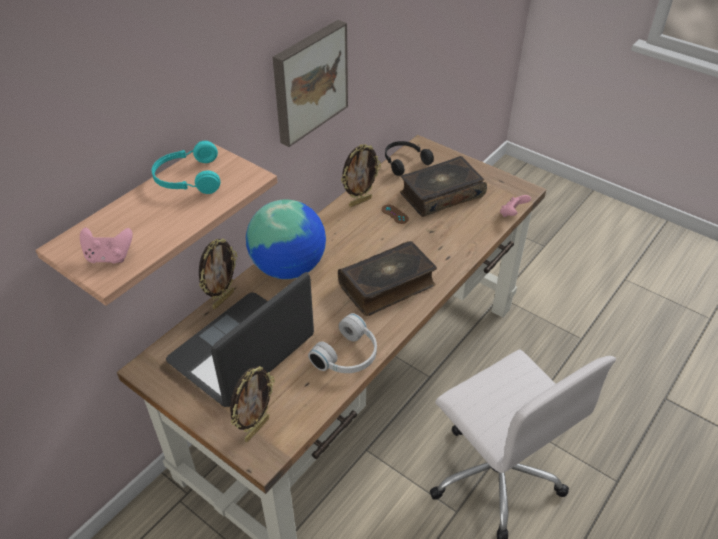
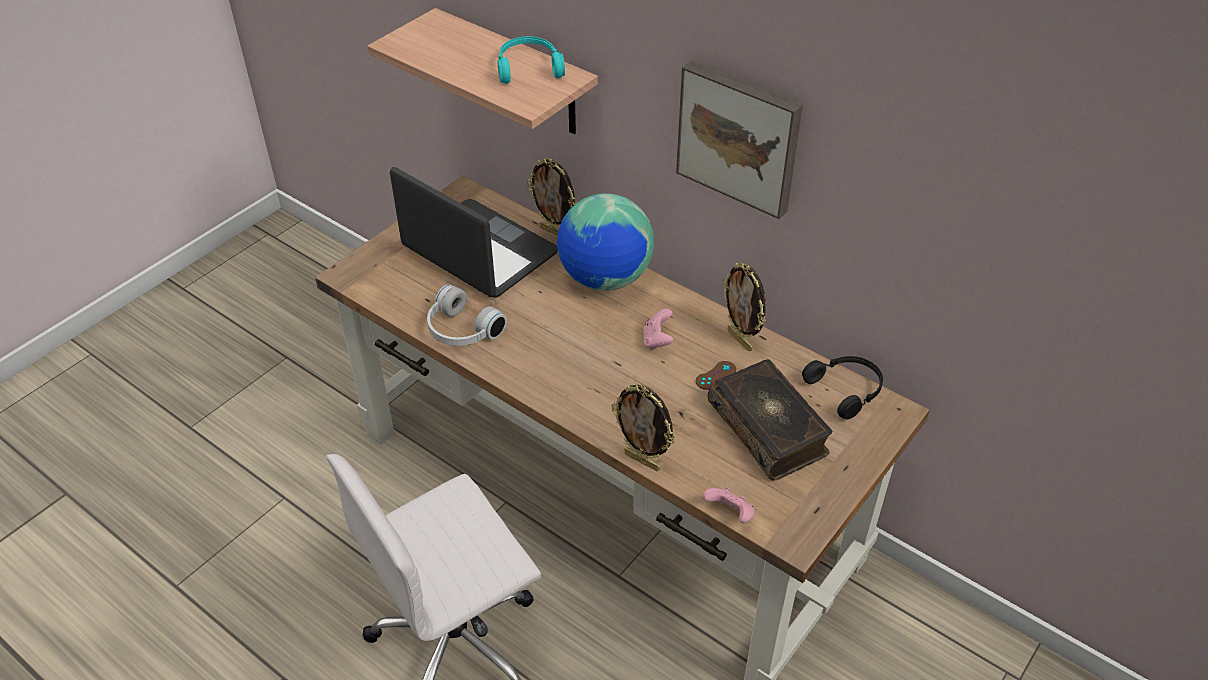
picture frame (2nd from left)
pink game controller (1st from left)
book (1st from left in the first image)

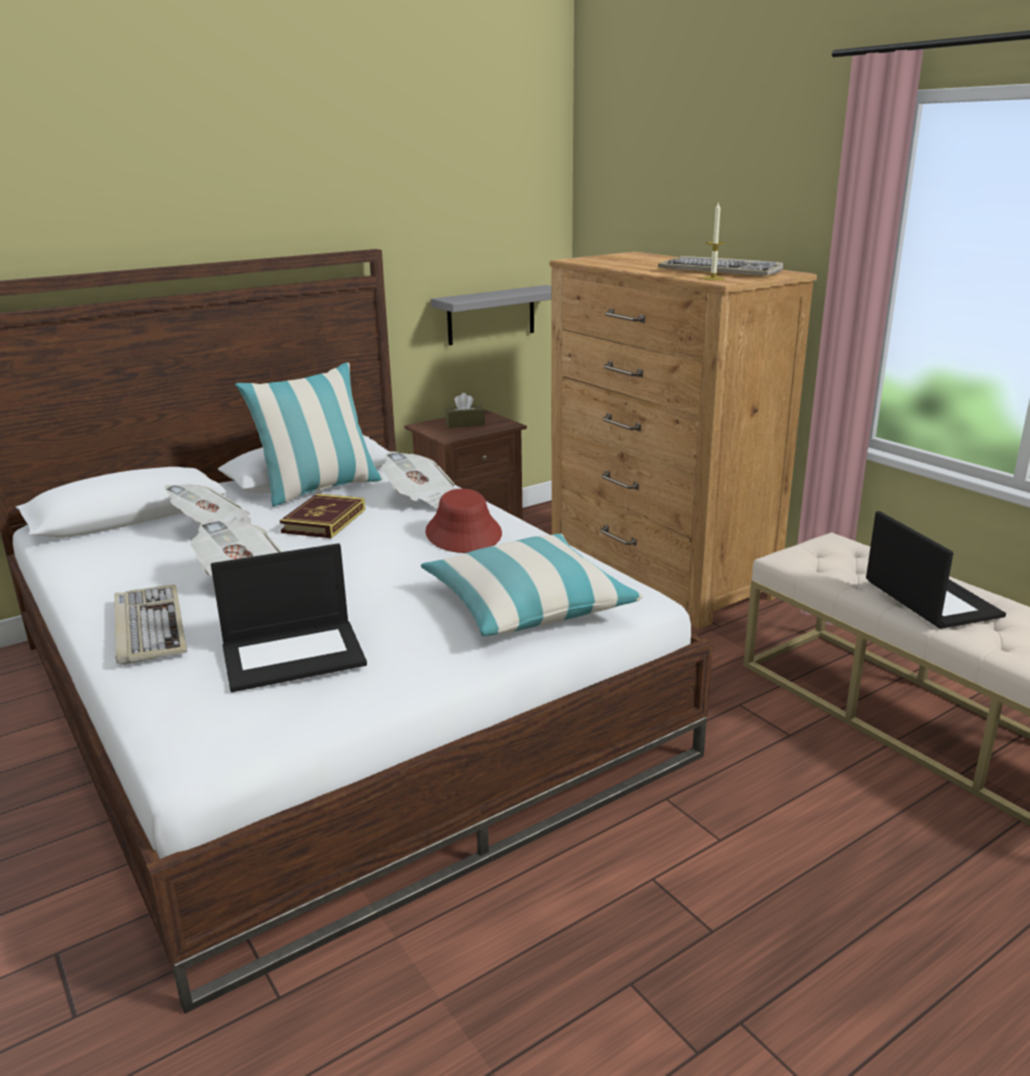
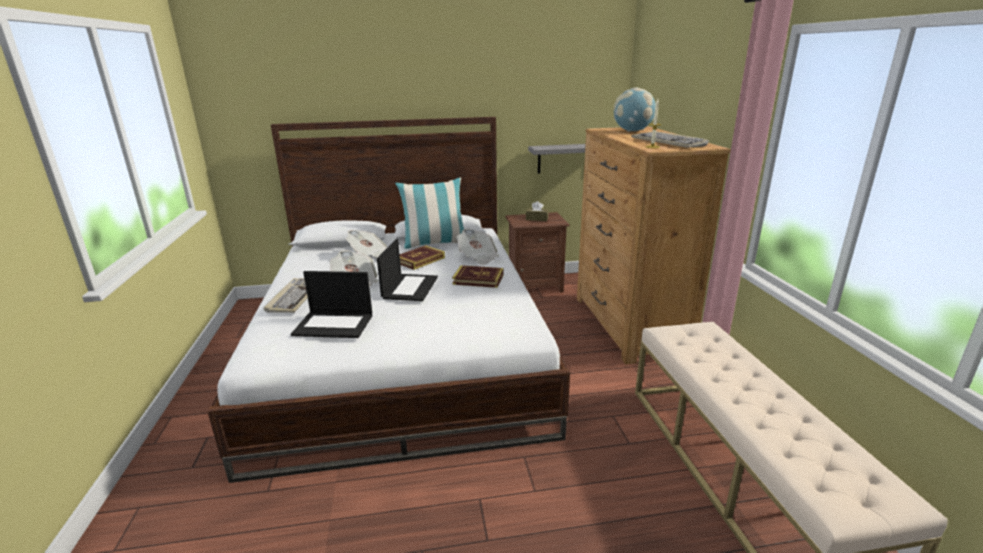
laptop (2nd from left)
book (2nd from left)
globe
pillow (2nd from left in the first image)

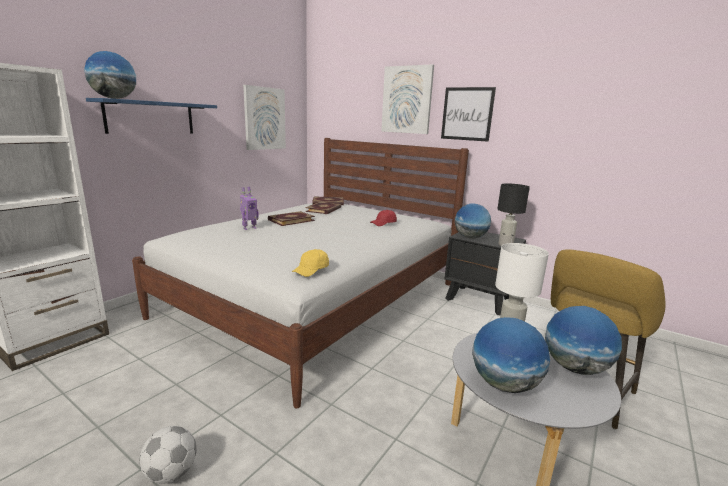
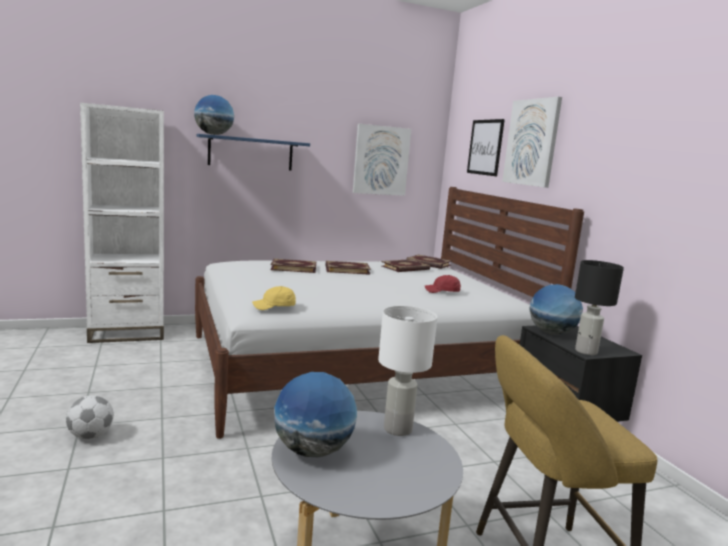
book (1st from left)
picture (2nd from left)
globe (4th from left in the first image)

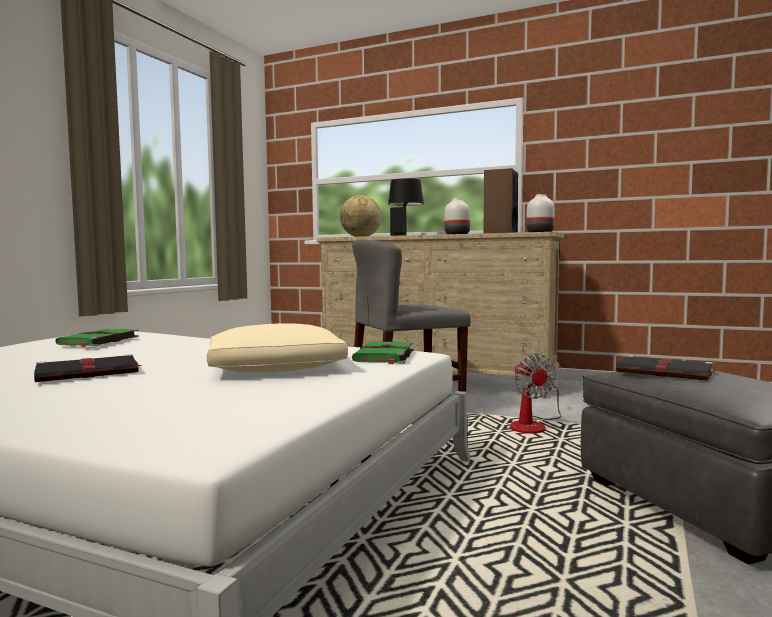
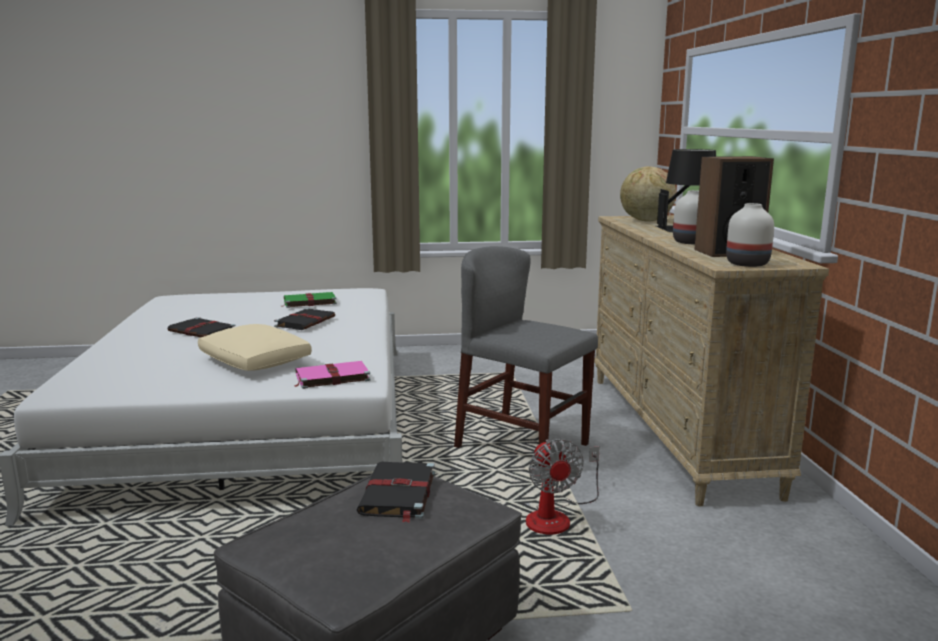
black book (2nd from left)
pink book
fan

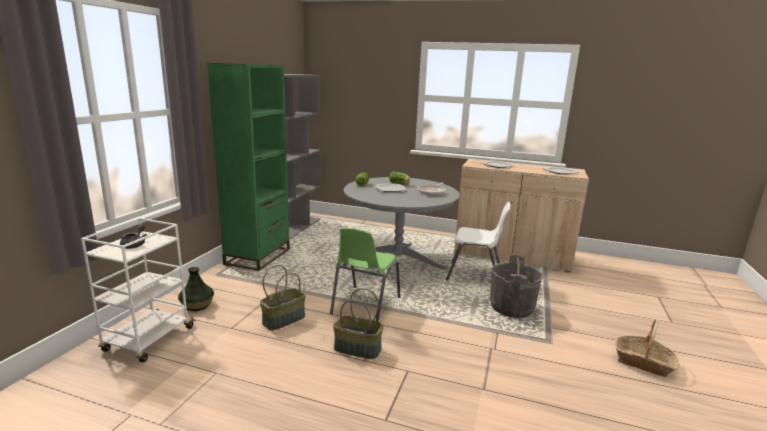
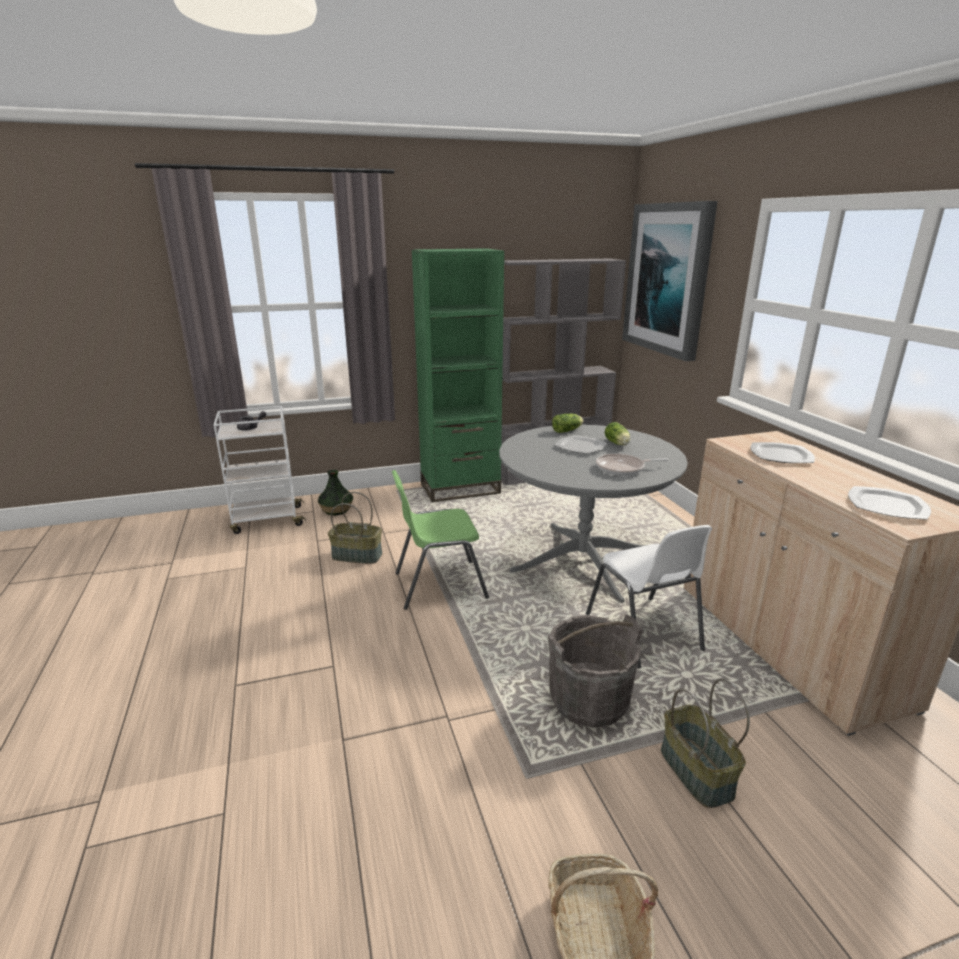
picture
basket (3rd from left)

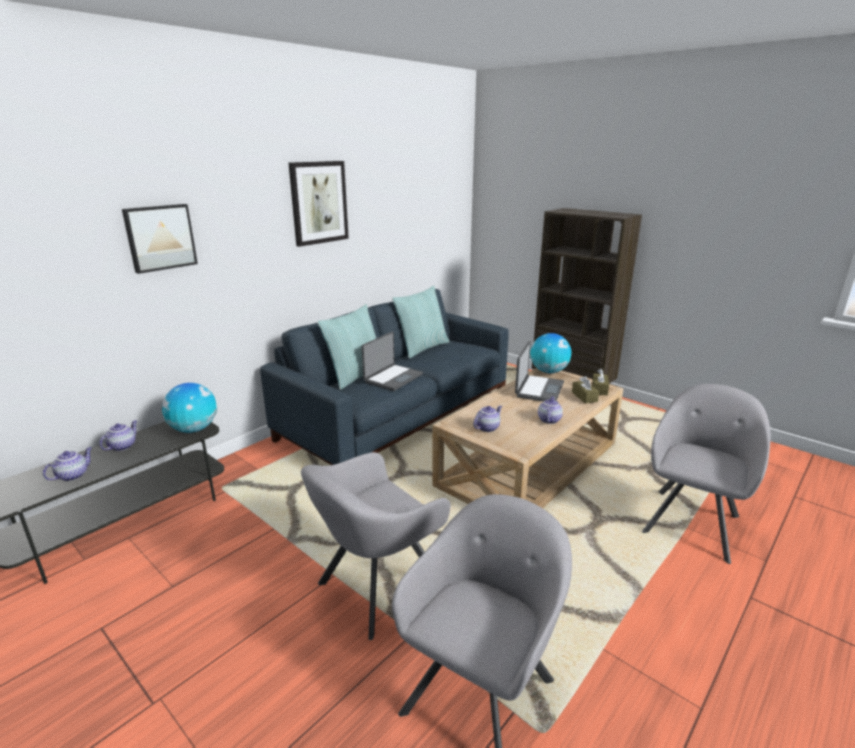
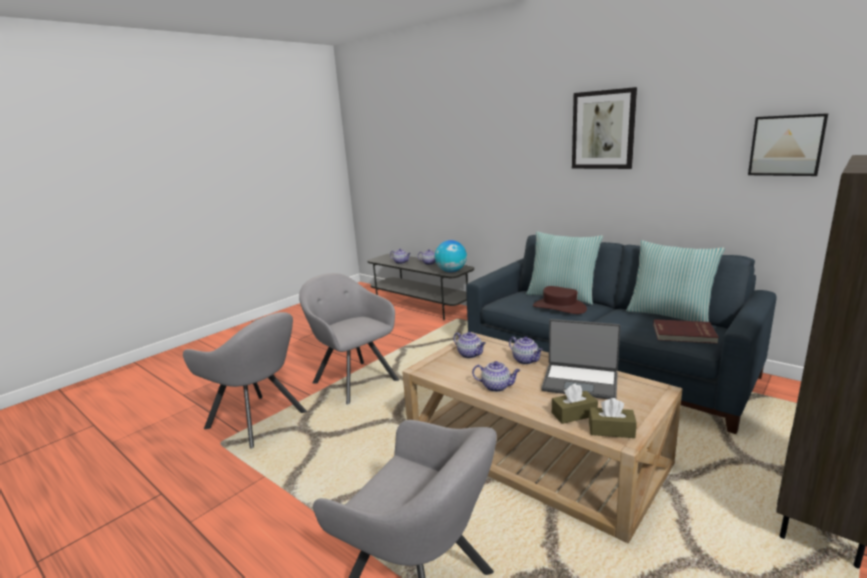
teapot (5th from left)
brown hat
red book
picture (2nd from left)
globe (2nd from left in the first image)

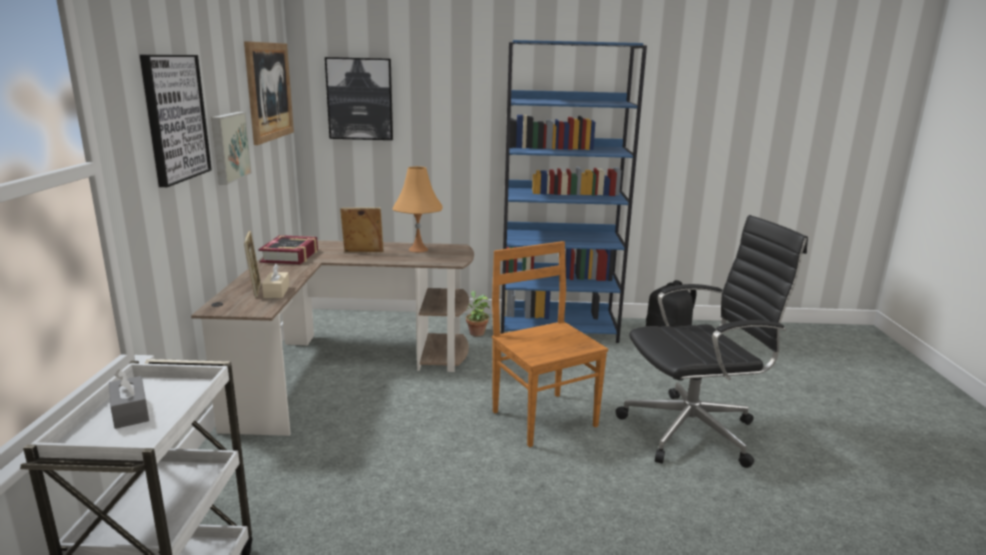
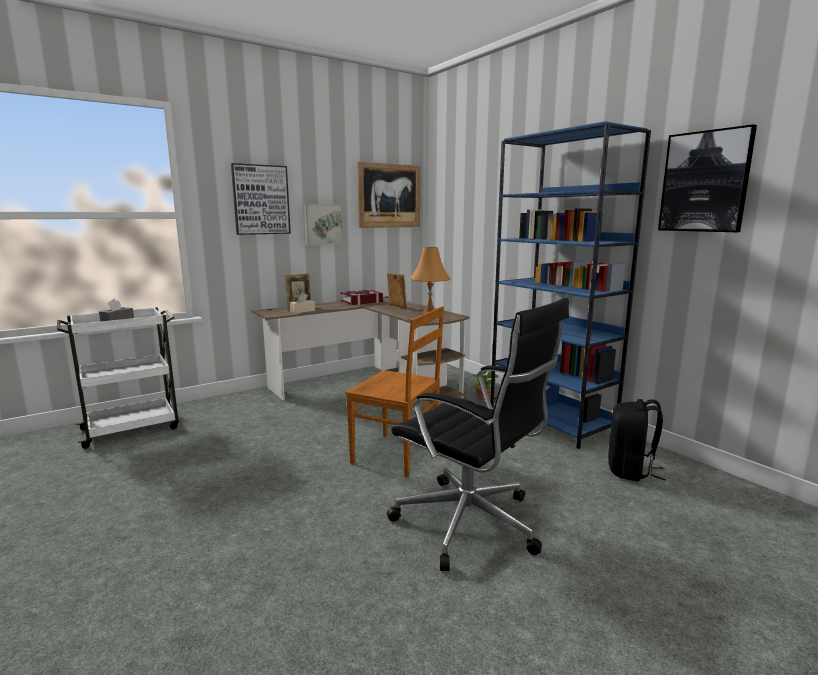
brown chair
picture (4th from left)

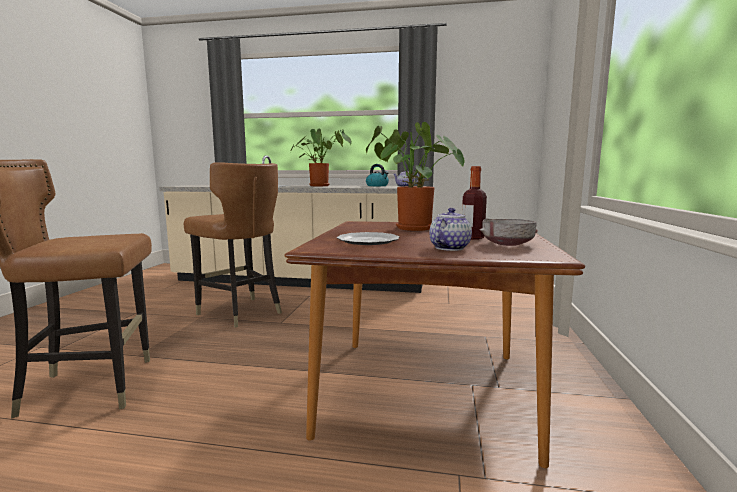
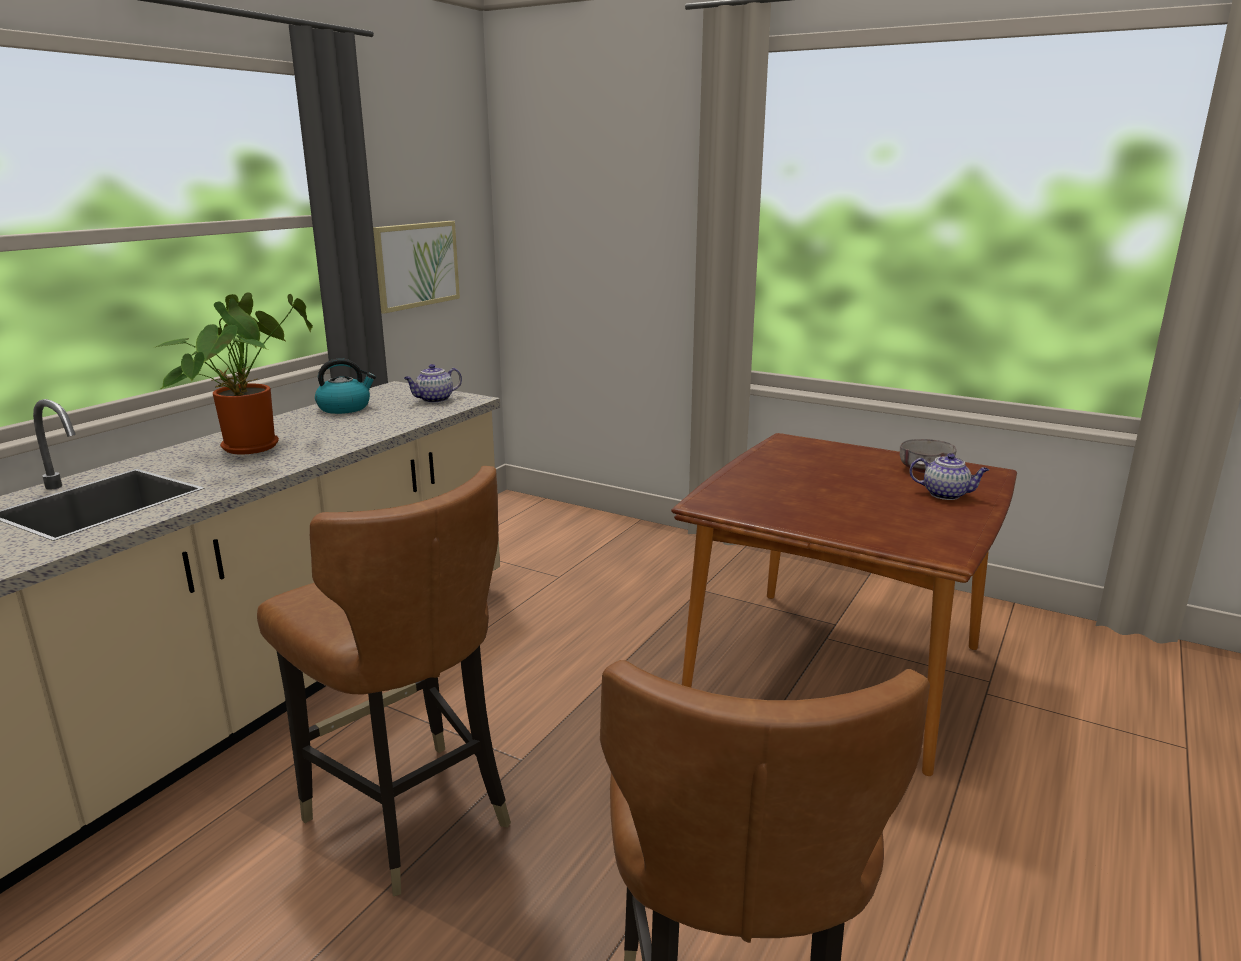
brown chair (1st from left)
picture
teapot (2nd from left)
plate
potted plant (2nd from left in the first image)
bottle

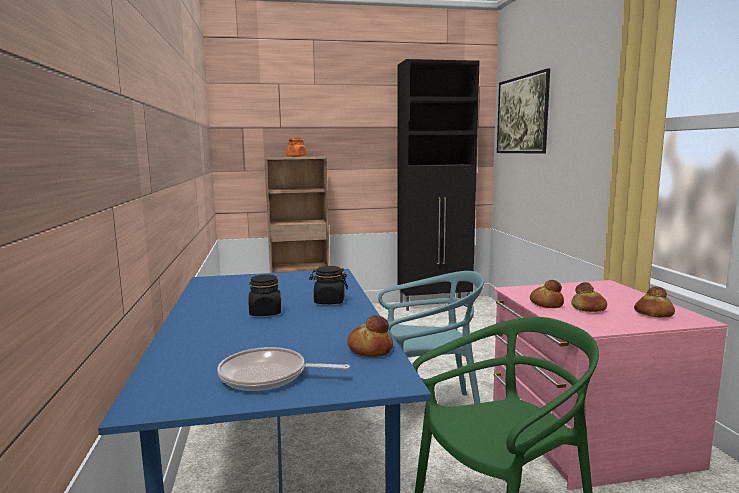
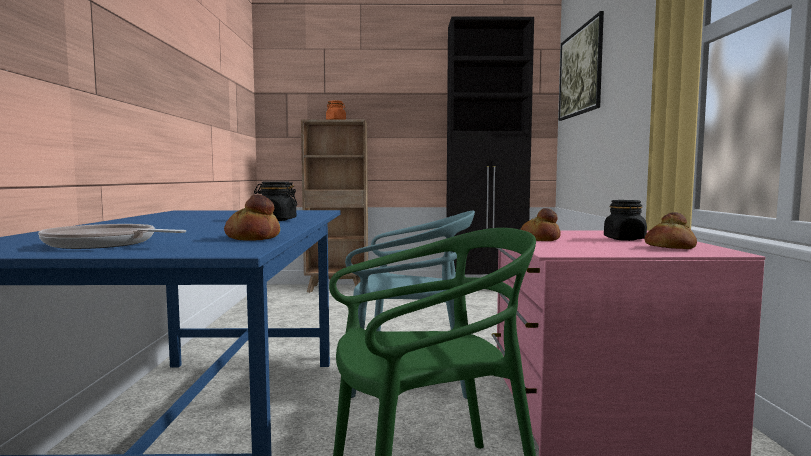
black jar (2nd from left)
bread (3rd from left in the first image)

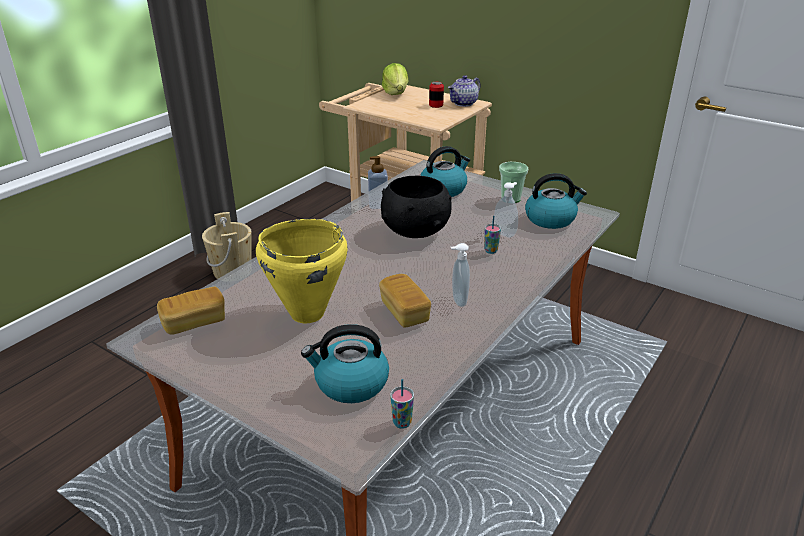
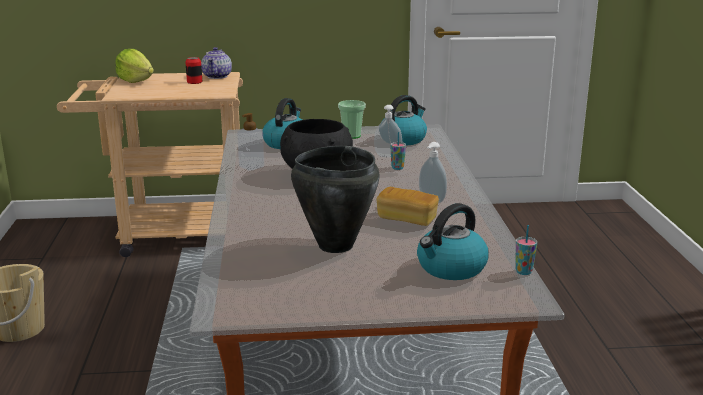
black cooking pot
bread (1st from left in the first image)

